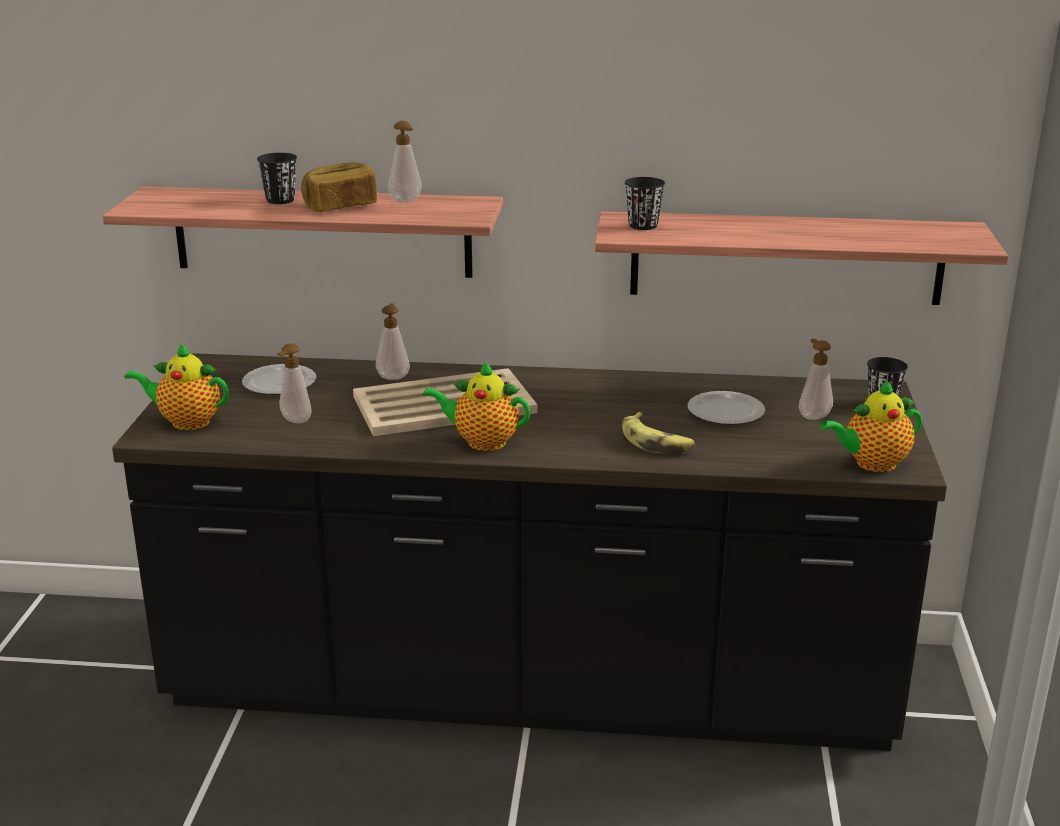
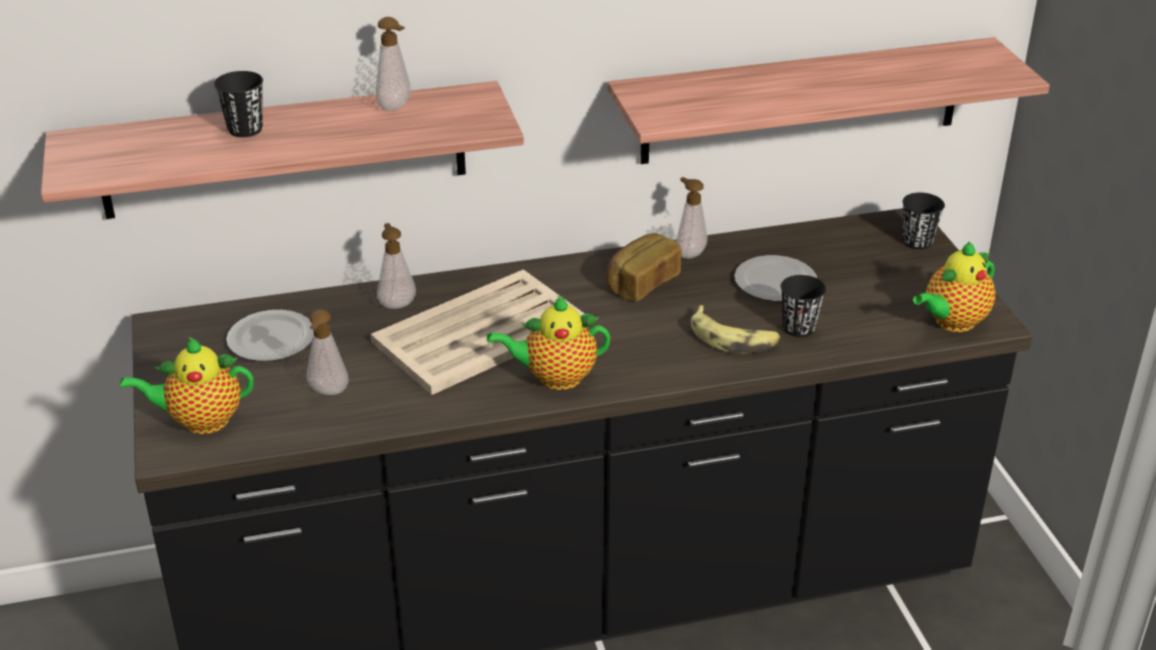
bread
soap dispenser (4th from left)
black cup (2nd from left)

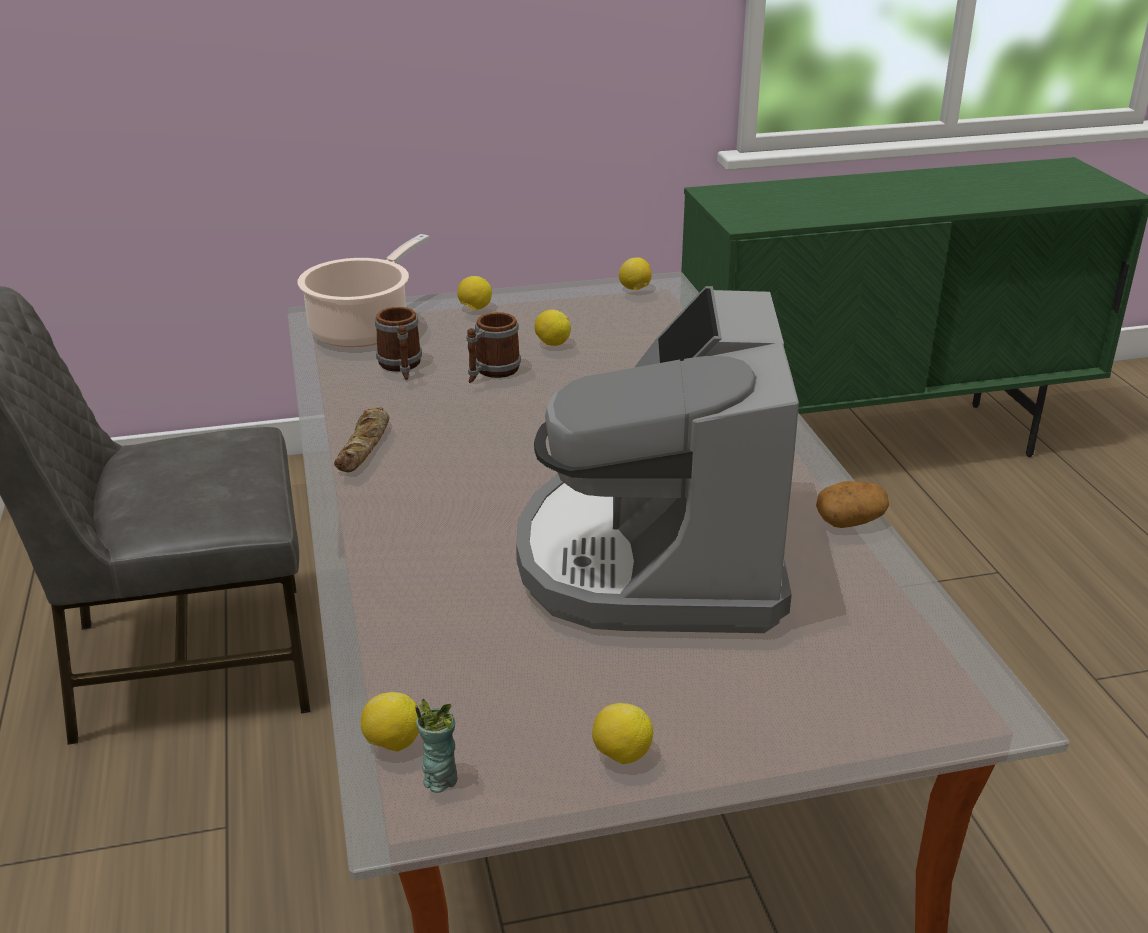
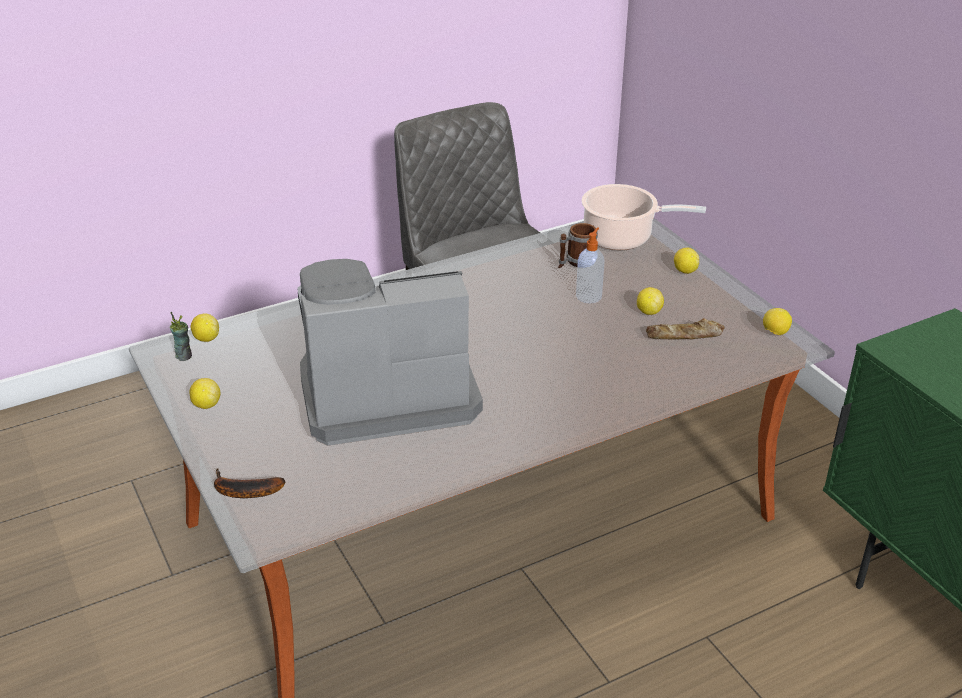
banana
soap dispenser
bread
potato

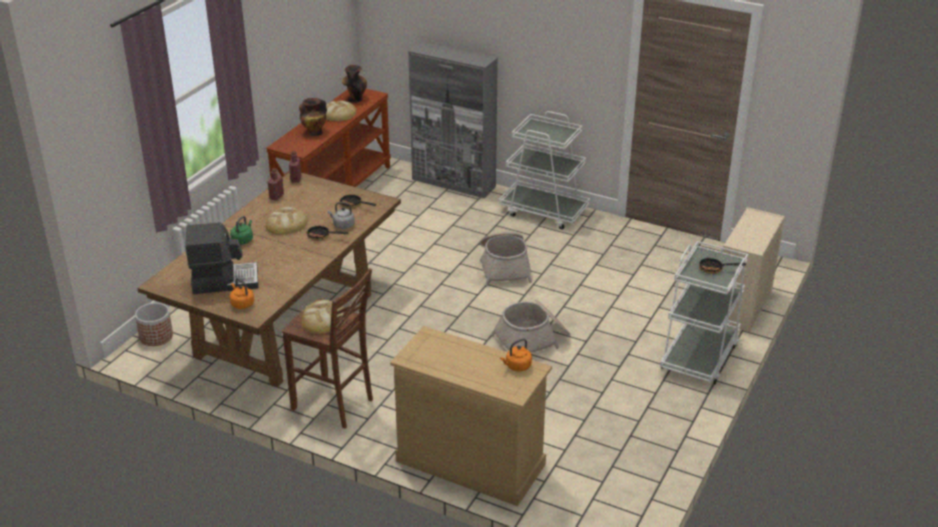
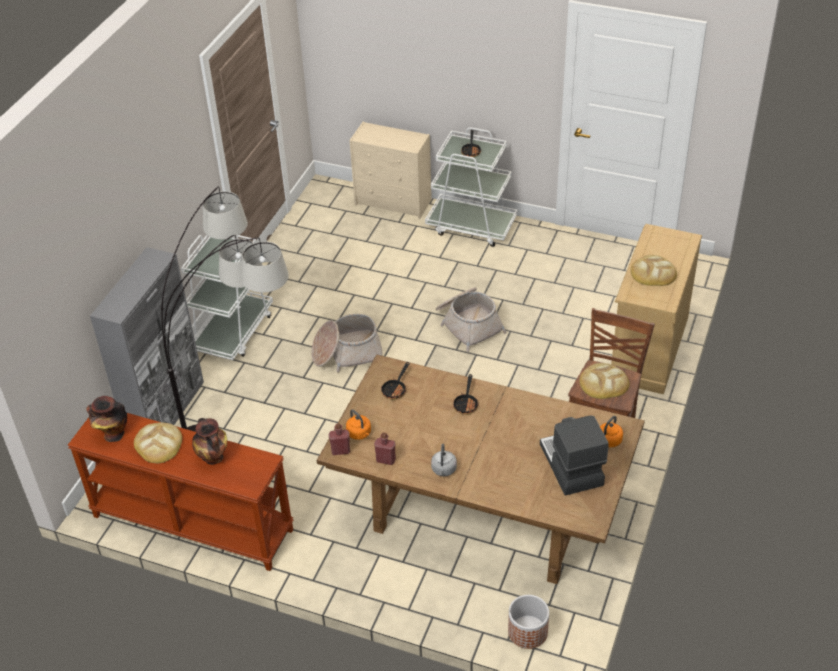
floor lamp
orange kettle (1st from left)
grey kettle
bread (3rd from left)
green kettle

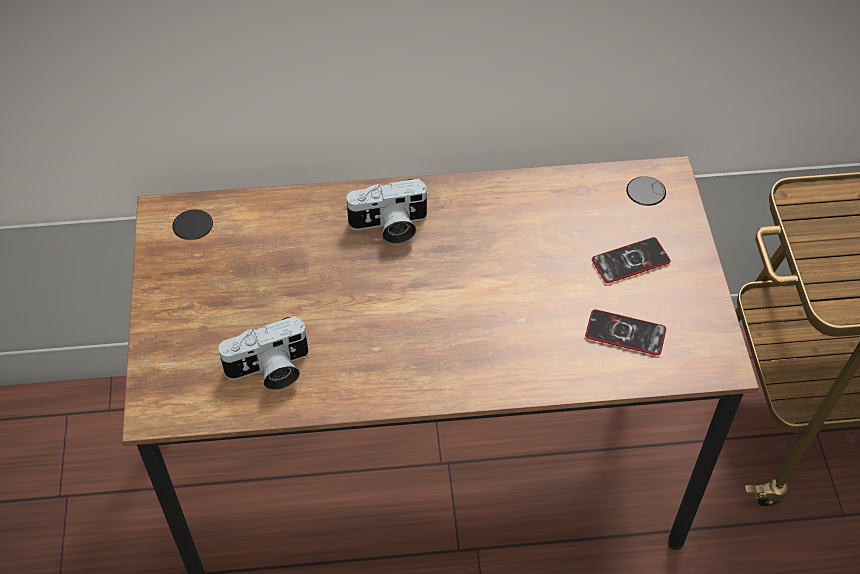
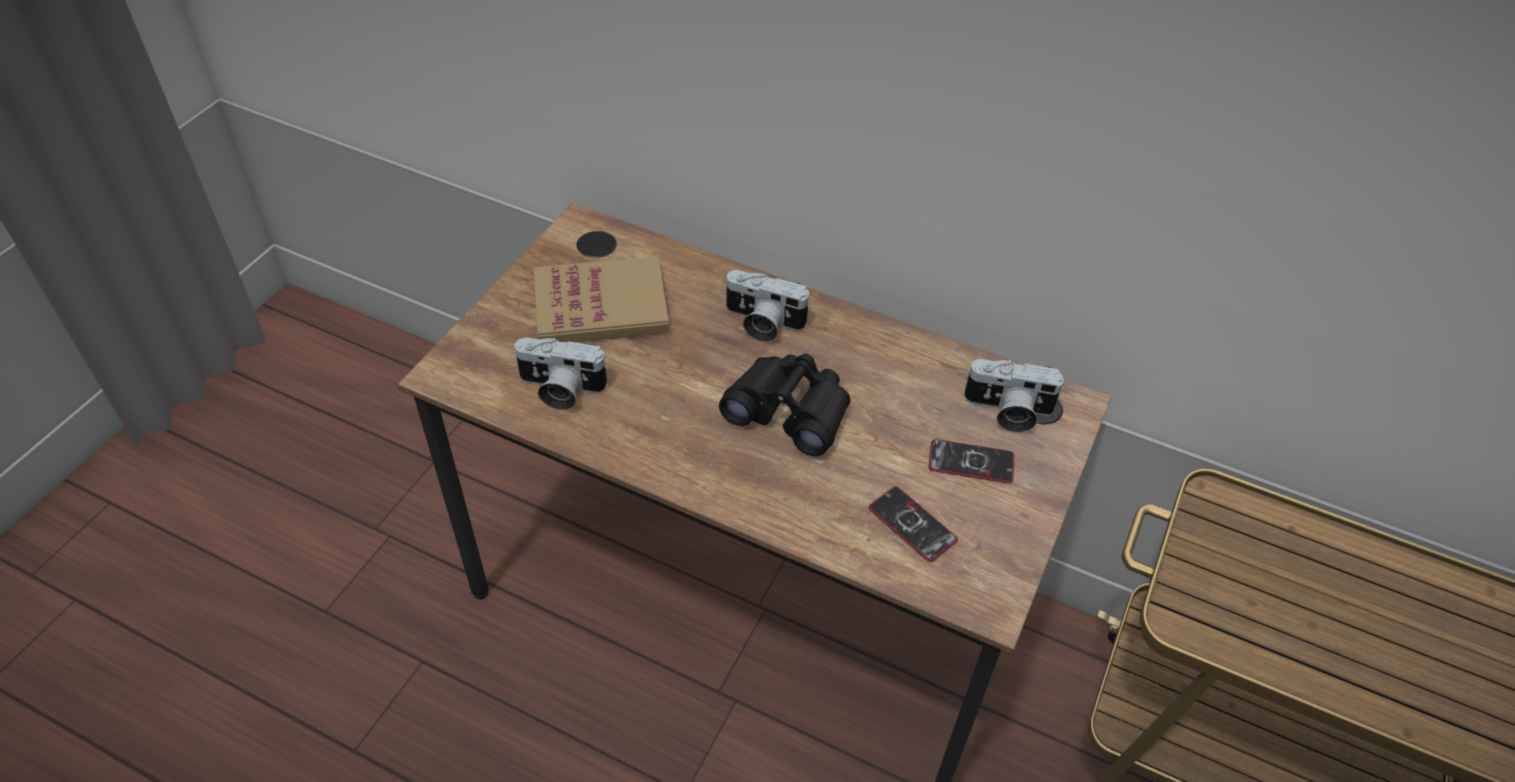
book
black binoculars
photo camera (3rd from left)

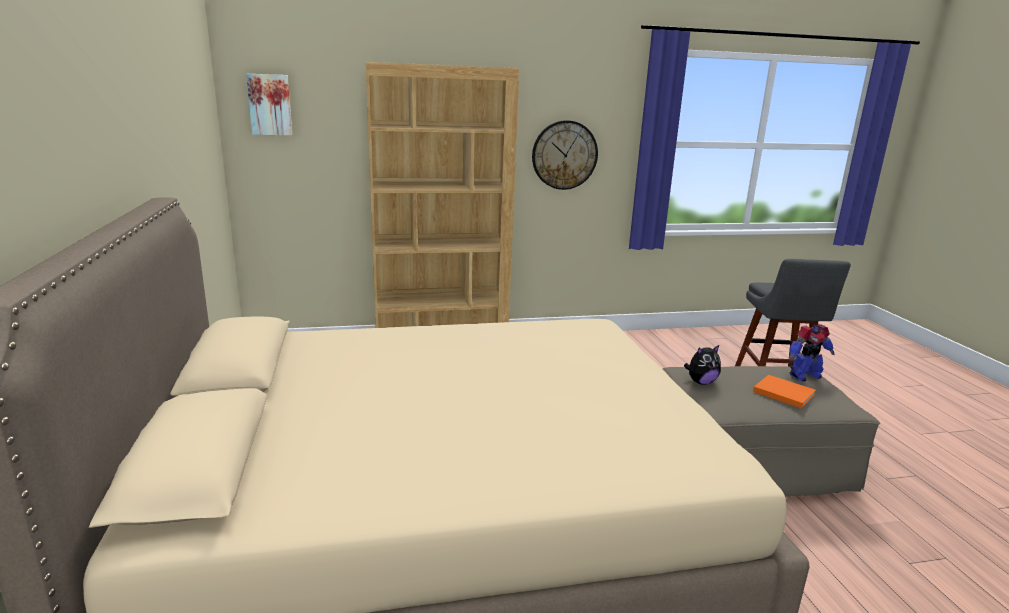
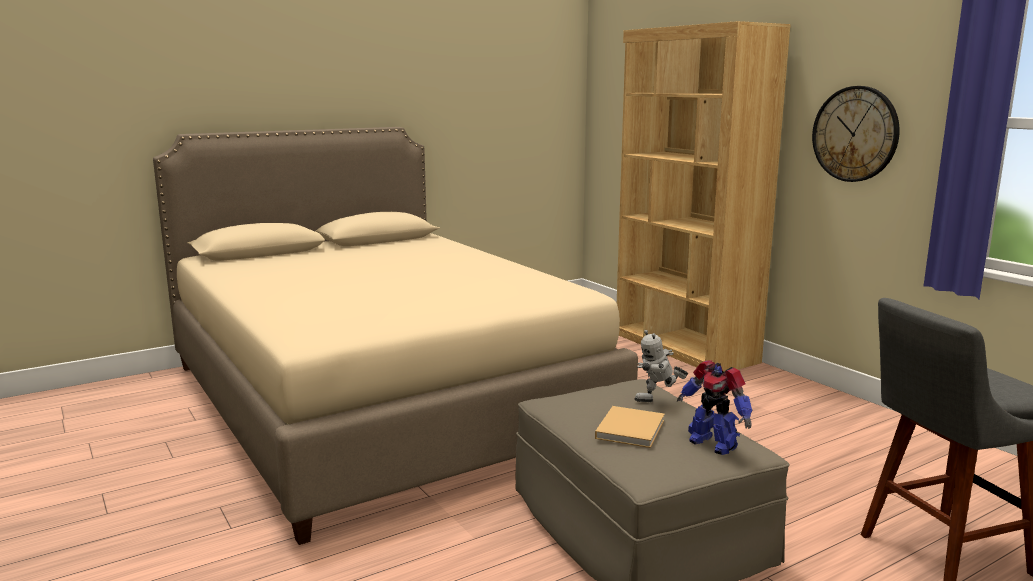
beige book
toy robot (1st from left)
picture
plush toy

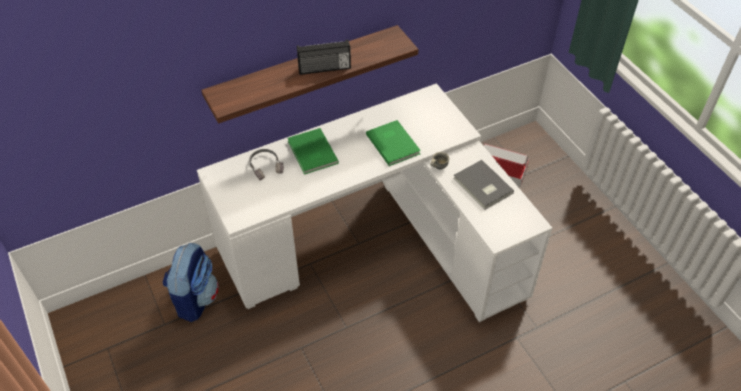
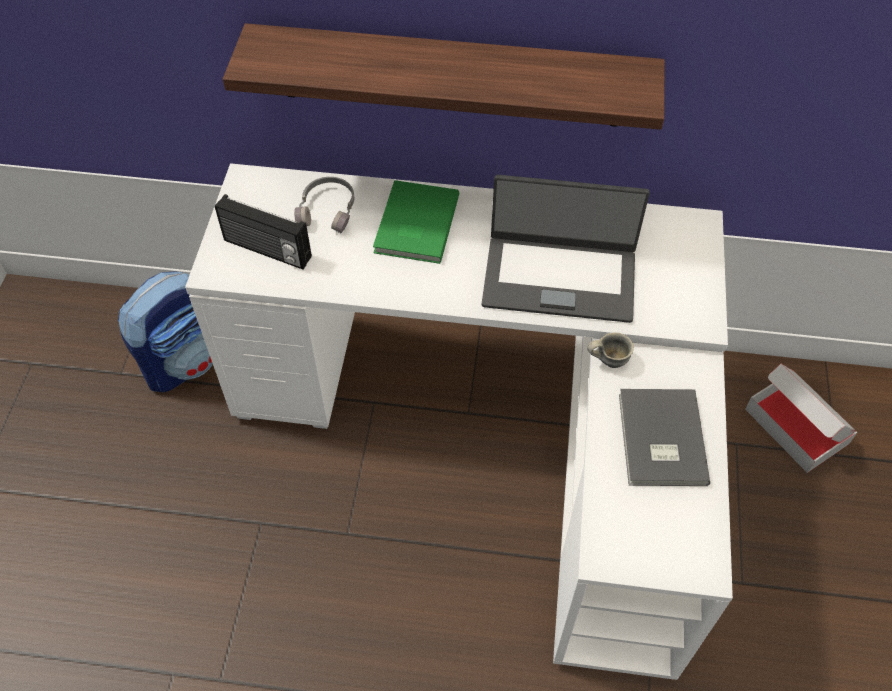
radio
laptop

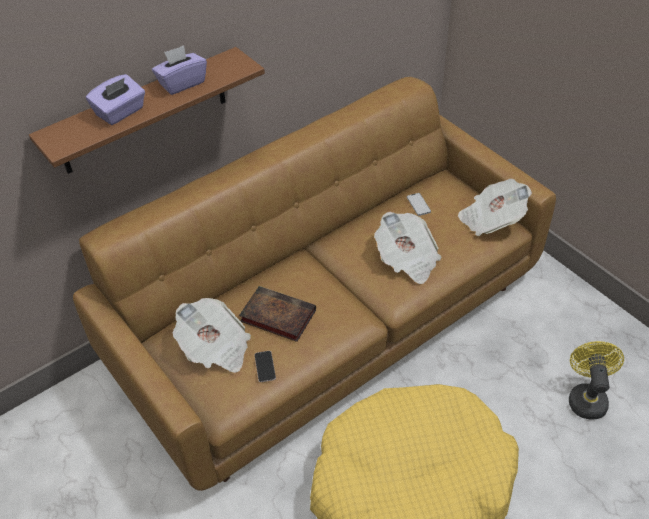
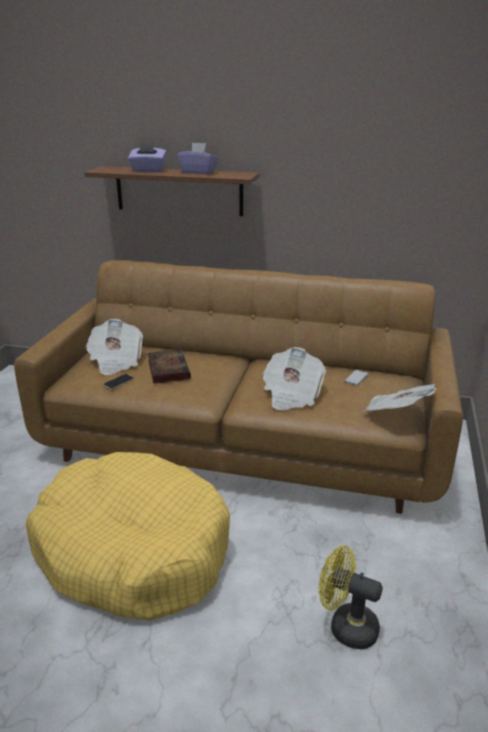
yellow fan

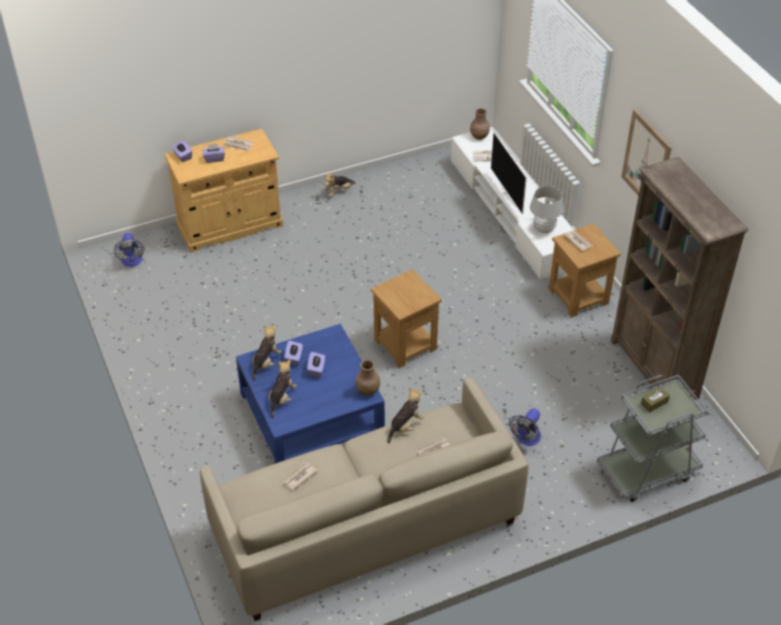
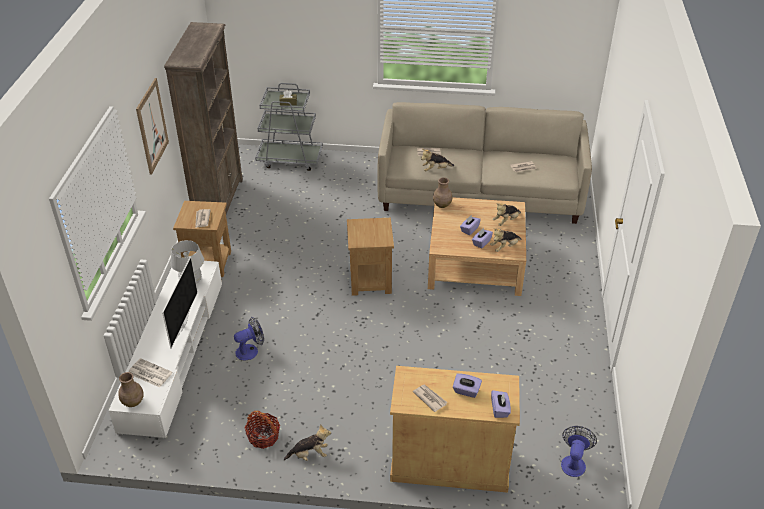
fan (1st from left)
basket
beige coffee table

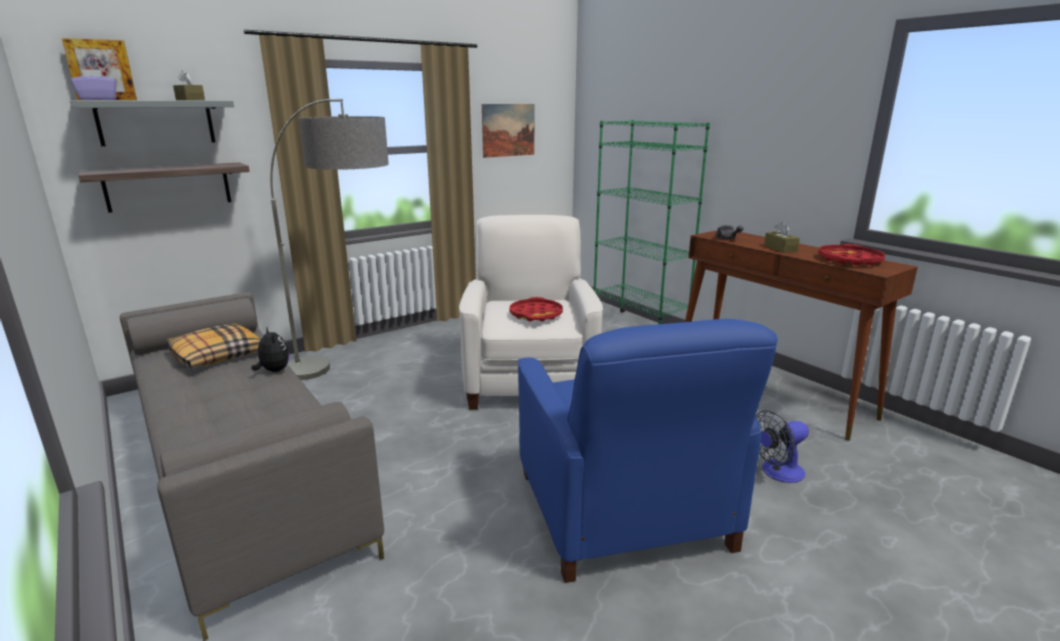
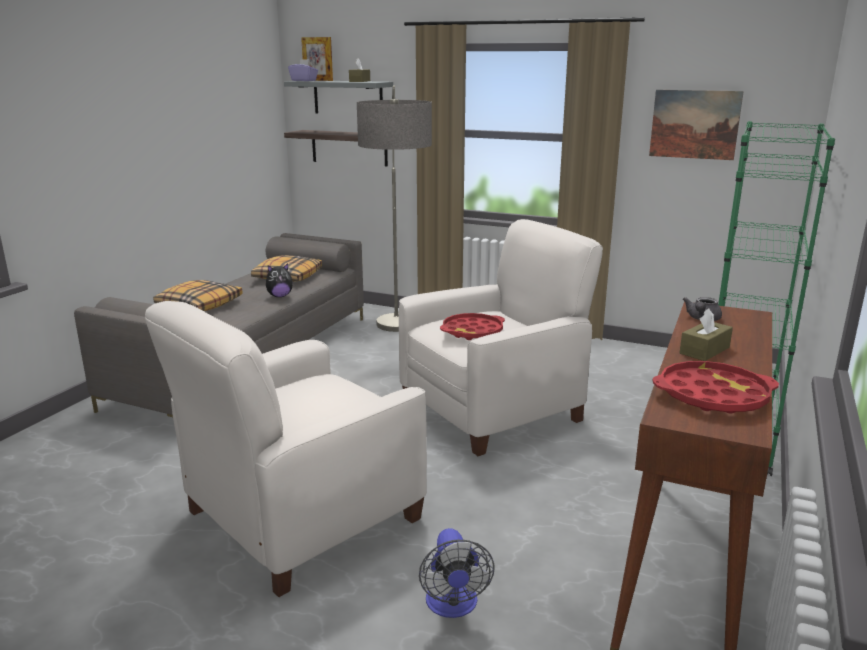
white armchair (1st from left)
pillow (1st from left)
plush toy
fan

